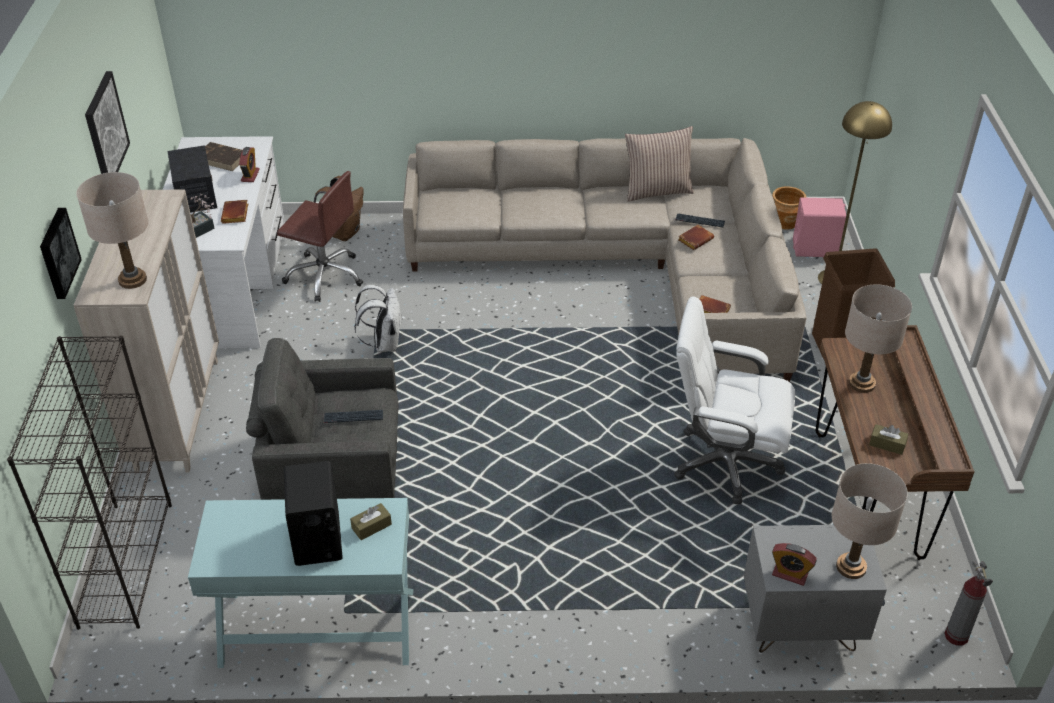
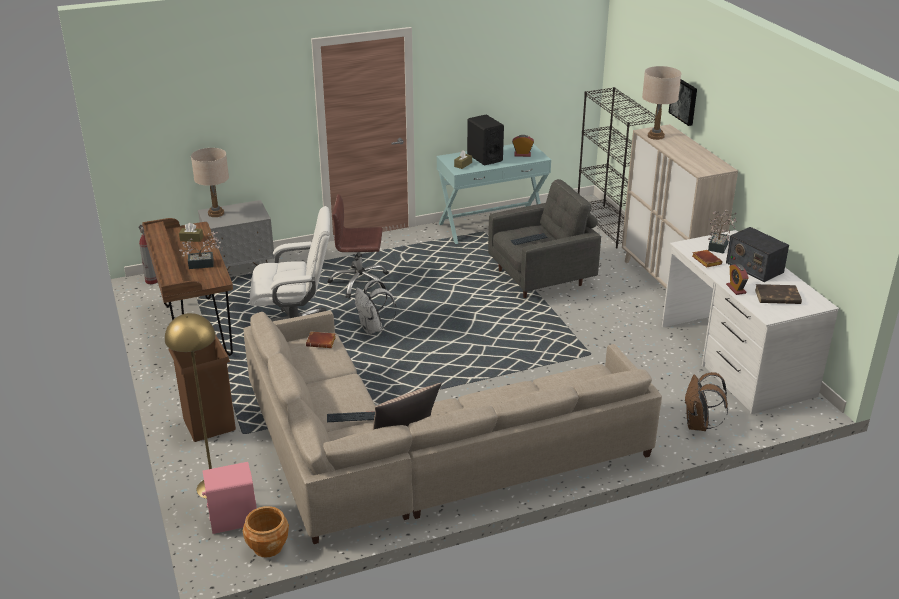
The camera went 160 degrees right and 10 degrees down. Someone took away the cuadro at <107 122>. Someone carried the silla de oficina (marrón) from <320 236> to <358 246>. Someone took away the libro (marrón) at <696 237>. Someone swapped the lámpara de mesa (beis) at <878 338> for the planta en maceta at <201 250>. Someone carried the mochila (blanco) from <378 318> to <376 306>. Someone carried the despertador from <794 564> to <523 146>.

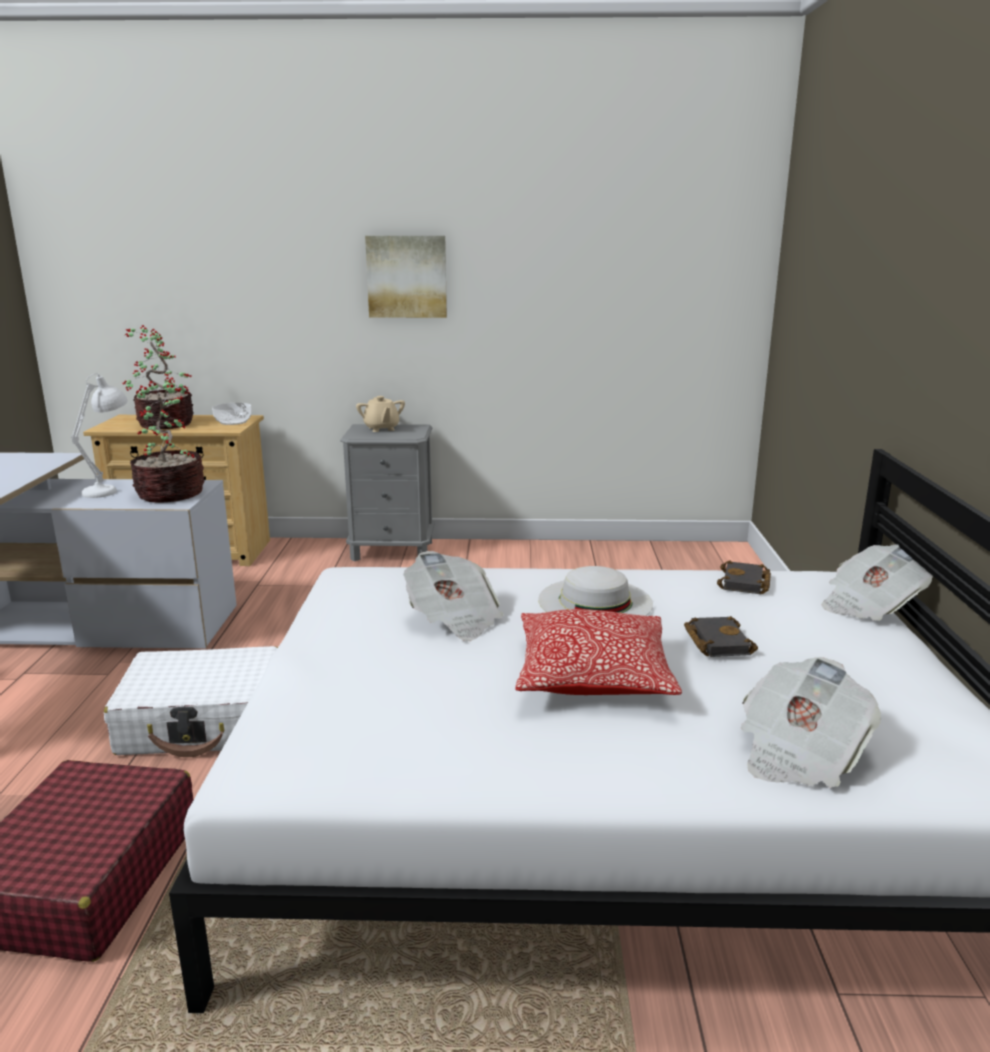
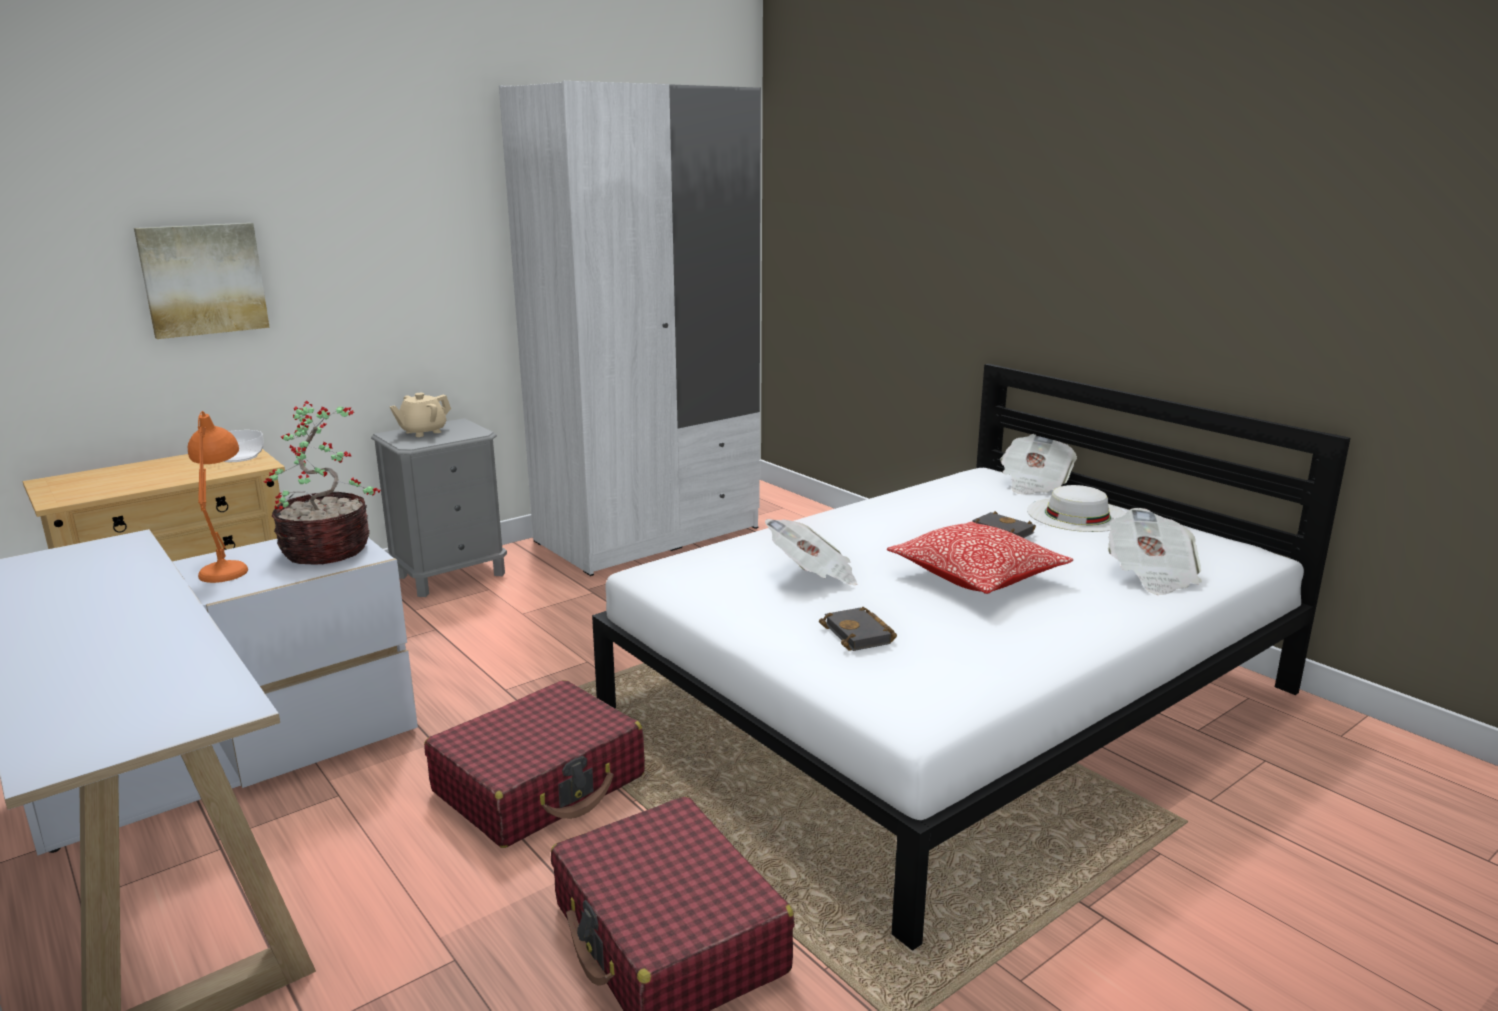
The camera went 40 degrees left and 0 degrees up. Someone carried the cuadro from <406 277> to <202 281>. Someone took away the planta en maceta at <158 377>. Someone repainted the lámpara de mesa (blanco) at <99 435>, which became the lámpara de mesa (naranja) at <218 497>. Someone rotated the tetera (beis) at <380 414> by 105 degrees clockwise. Someone carried the libro (negro) from <744 577> to <858 629>. Someone carried the sombrero (blanco) from <595 591> to <1076 508>. Someone repainted the maleta (blanco) at <191 701>, which became the maleta (rojo) at <534 764>. Someone put down the armario ropero (blanco) at <630 328>.

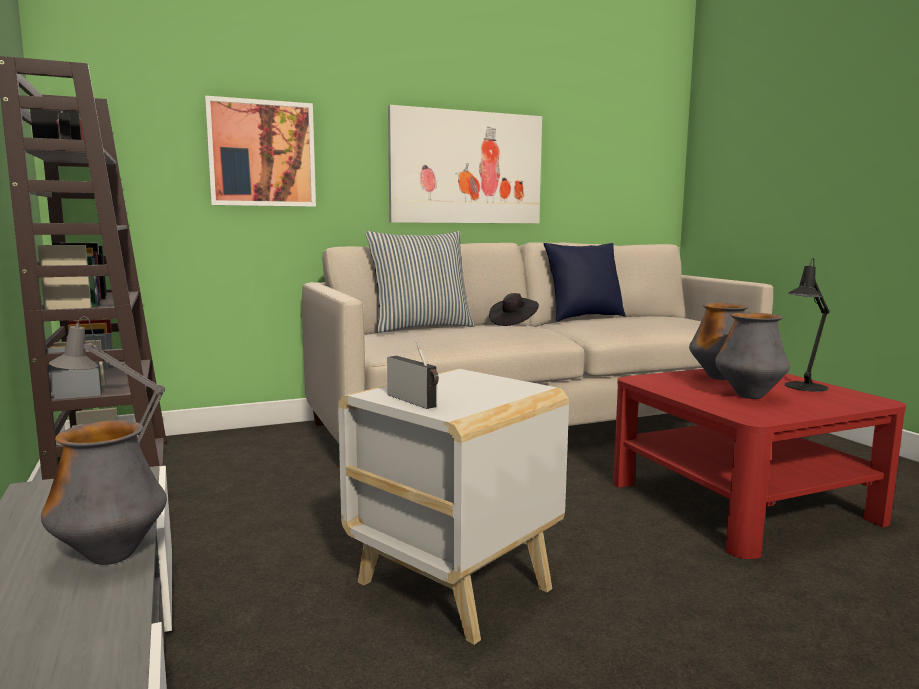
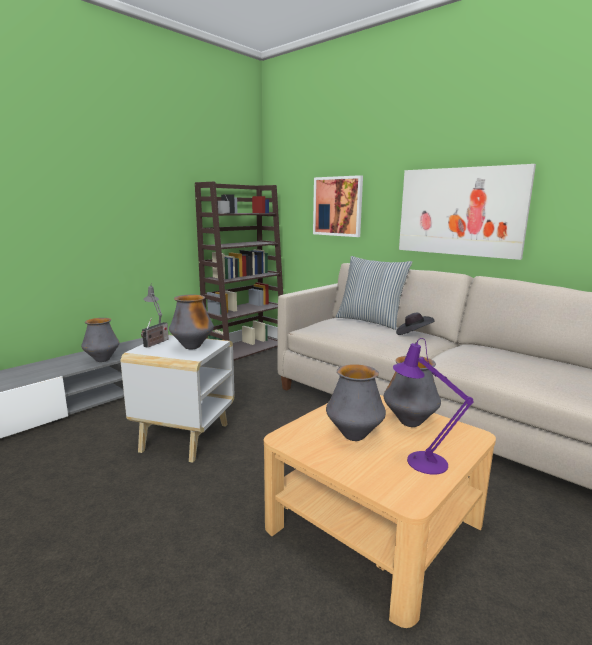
The camera went 65 degrees right and 5 degrees up. Someone took away the cojín (azul) at <584 282>. Someone repainted the lámpara de mesa (negro) at <807 325>, which became the lámpara de mesa (morado) at <433 406>. Someone repainted the mesa de centro (rojo) at <759 464>, which became the mesa de centro (beis) at <380 511>. Someone put down the florero at <191 321>.

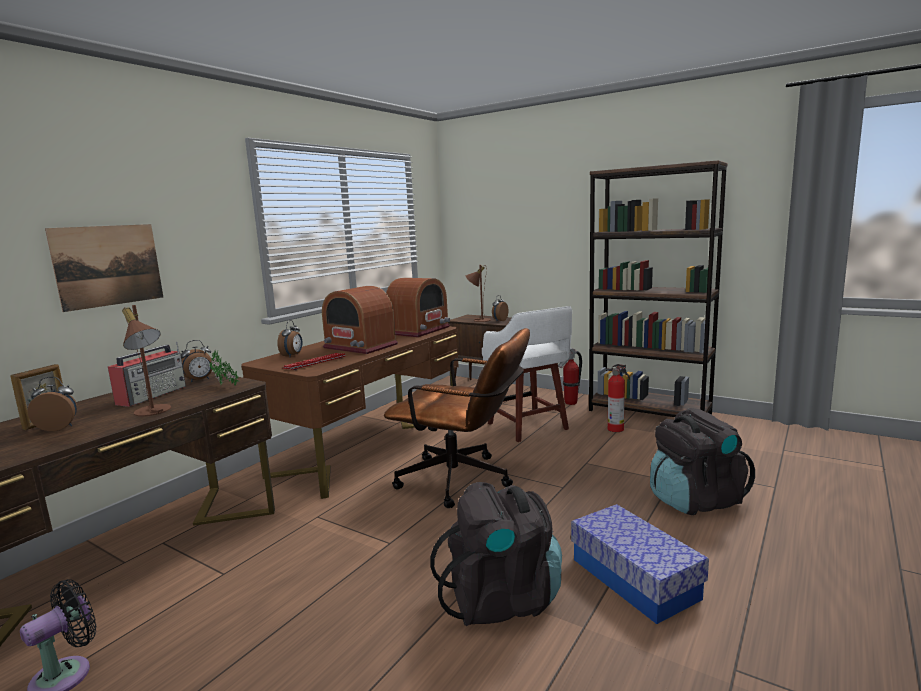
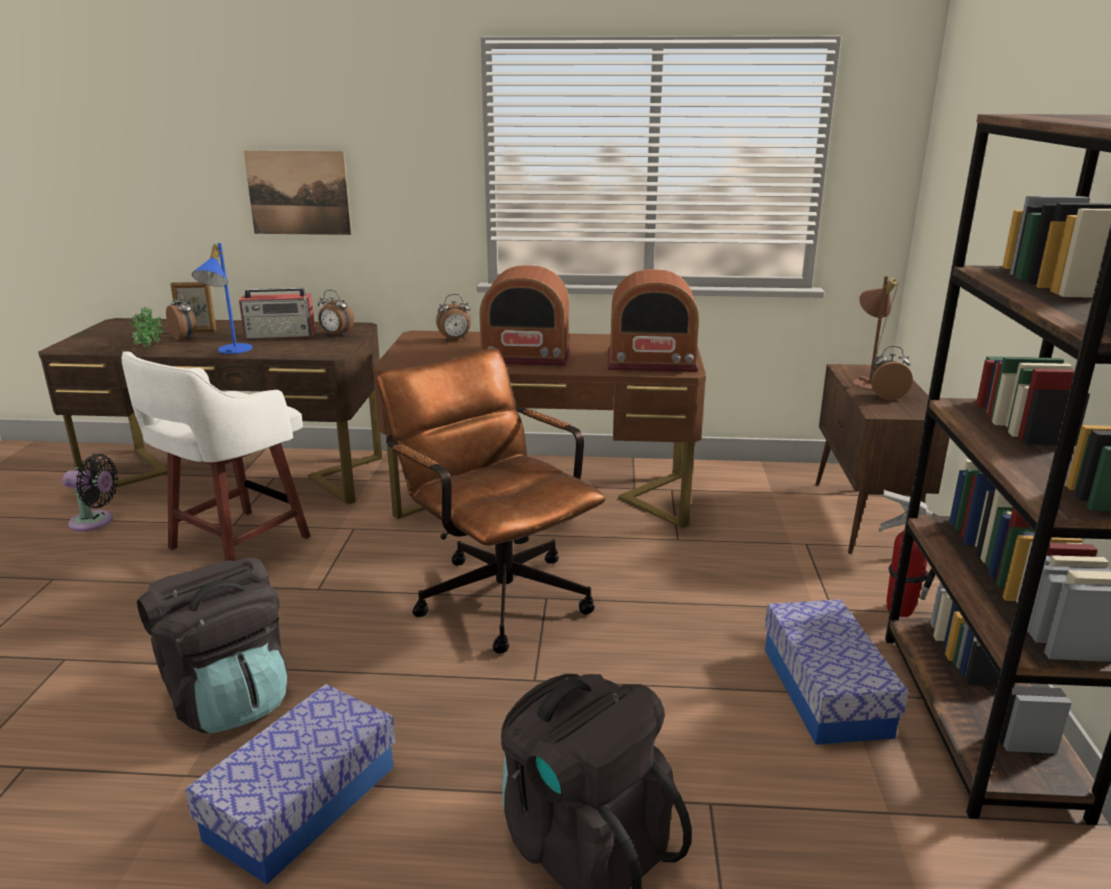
The camera went 60 degrees right and 10 degrees up. Someone rotated the radio at <360 320> by 90 degrees counterclockwise. Someone repainted the lámpara de mesa (marrón) at <146 360>, which became the lámpara de mesa (azul) at <222 298>. Someone carried the taburete (blanco) from <527 374> to <216 456>. Someone rotated the silla de oficina (marrón) at <457 418> by 150 degrees clockwise. Someone carried the planta en maceta from <224 368> to <147 328>. Someone took away the teclado at <314 362>. Someone swapped the extintor at <618 398> for the caja de almacenaje at <836 672>.

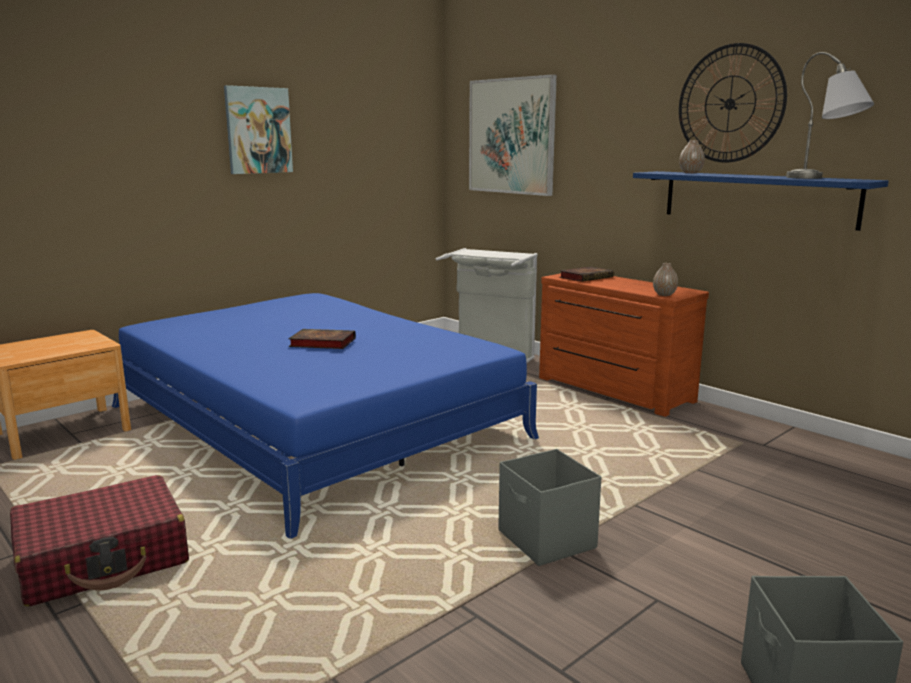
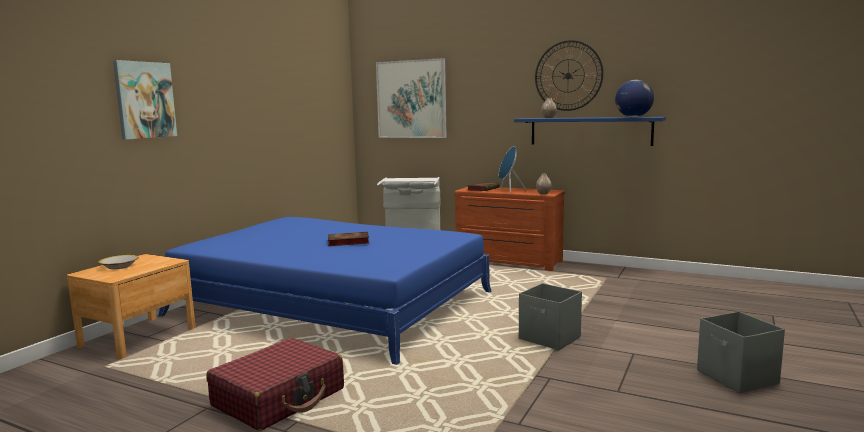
The camera went 20 degrees left and 5 degrees down. Someone swapped the lámpara de mesa (gris) at <830 115> for the globo terráqueo at <634 98>. Someone carried the cuadro from <258 129> to <145 100>. Someone put down the altavoz (azul) at <512 169>. Someone put down the cuenco at <118 262>.

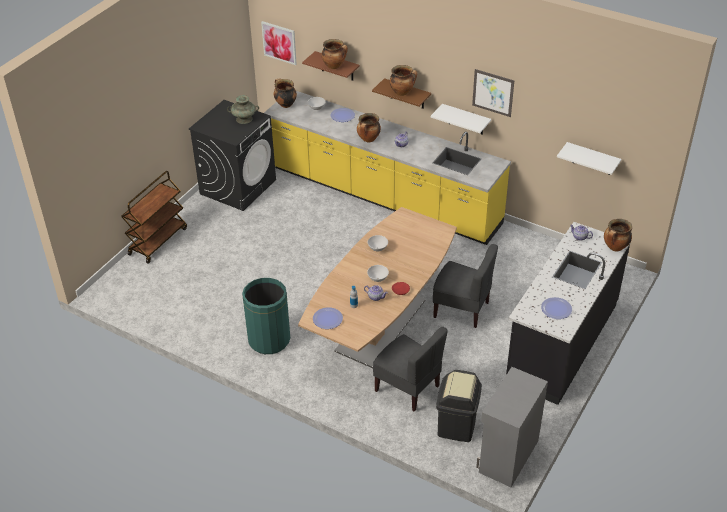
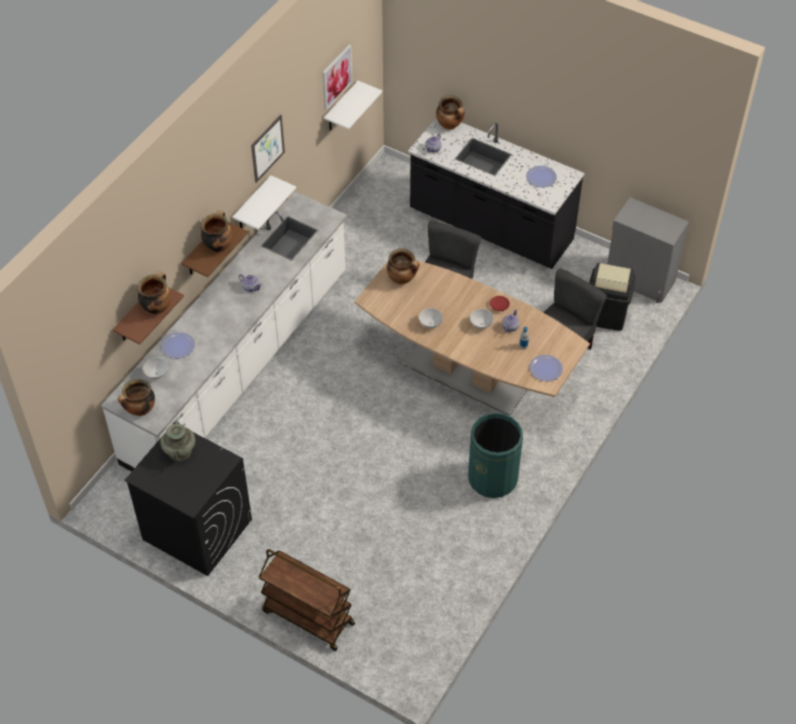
The camera went 90 degrees left and 10 degrees up. Someone carried the cuadro from <279 43> to <338 77>. Someone repainted the mueble bajo de cocina (amarillo) at <387 168>, which became the mueble bajo de cocina (blanco) at <224 332>. Someone carried the olla from <369 128> to <403 266>.

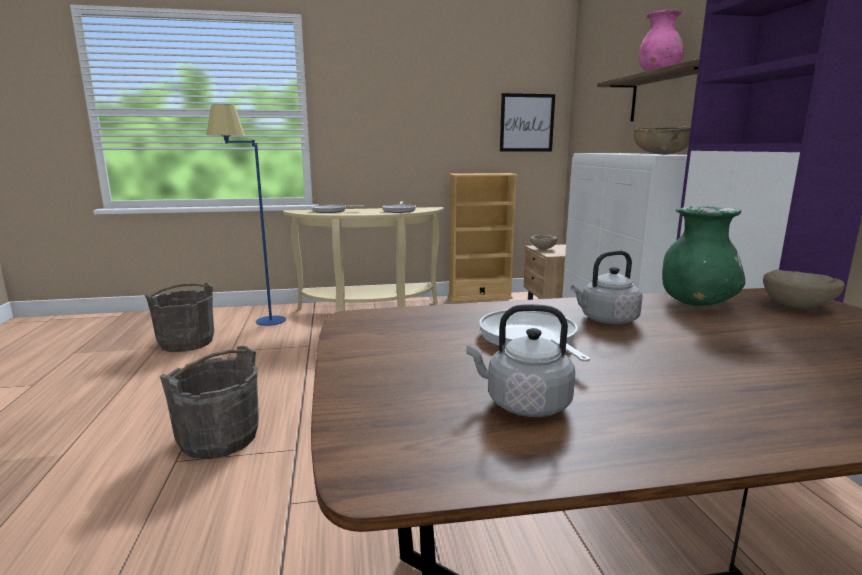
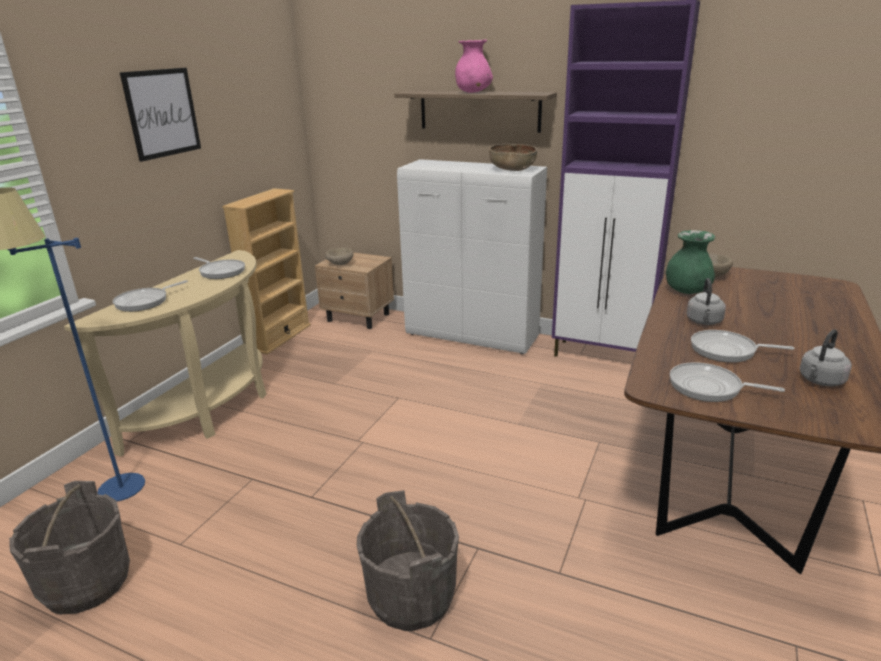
The camera went 55 degrees left and 10 degrees up. Someone carried the cuadro from <527 122> to <160 115>. Someone put down the sartén at <727 382>.

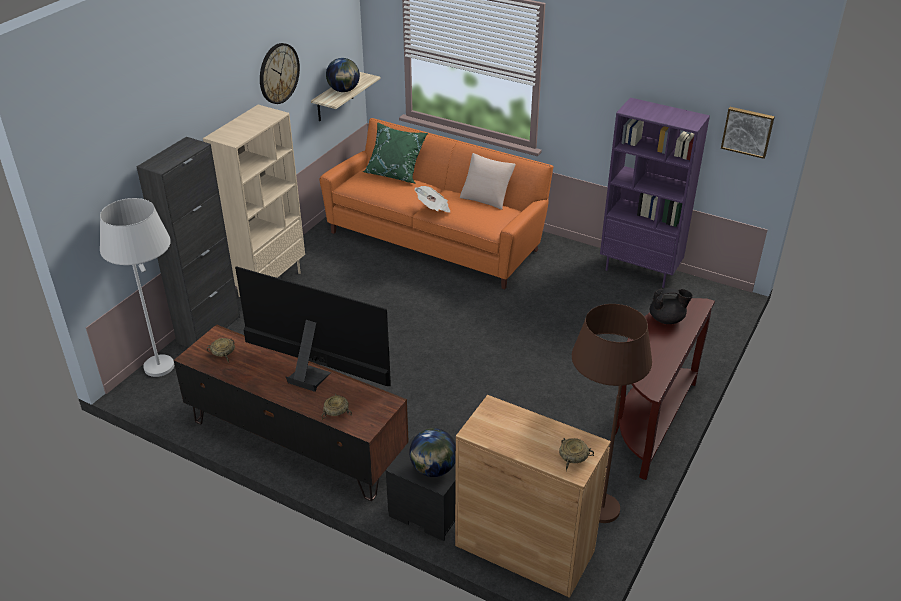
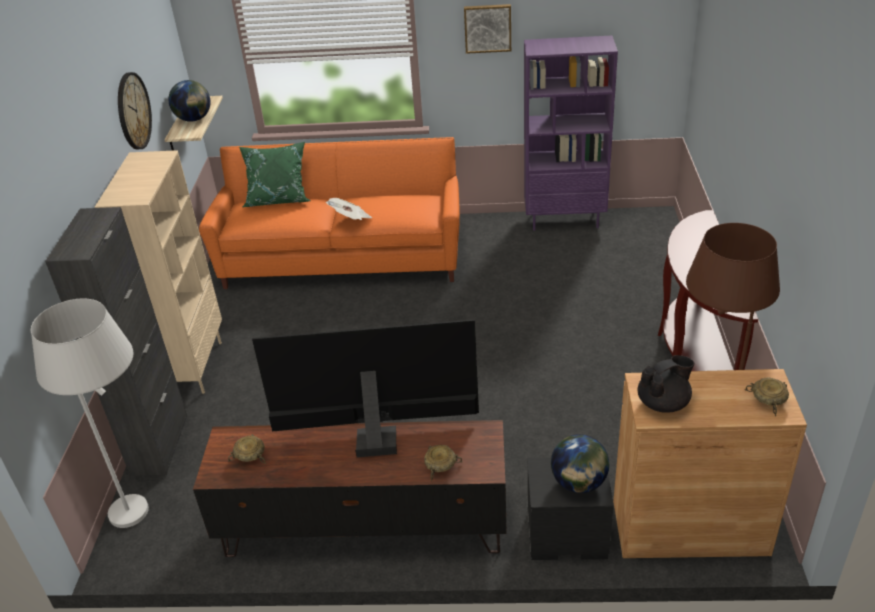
The camera went 25 degrees left and 0 degrees up. Someone carried the cuadro from <748 133> to <487 29>. Someone took away the cojín (beis) at <488 181>. Someone carried the tetera (negro) from <671 306> to <666 384>.

